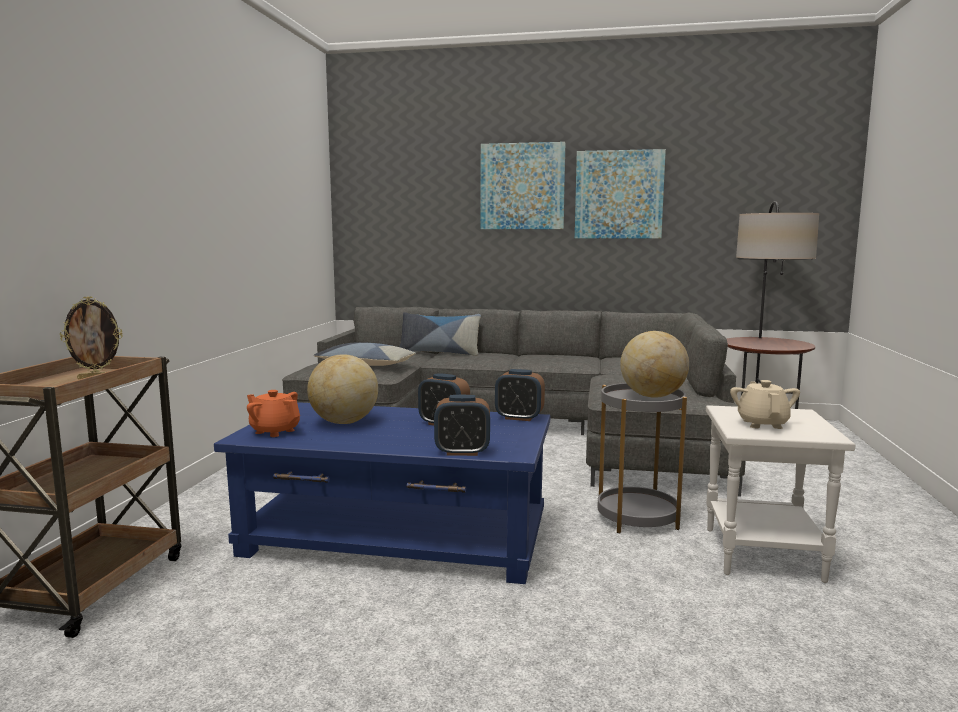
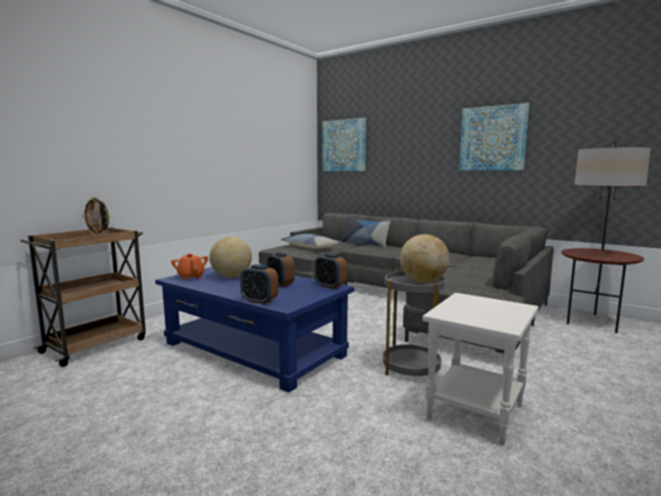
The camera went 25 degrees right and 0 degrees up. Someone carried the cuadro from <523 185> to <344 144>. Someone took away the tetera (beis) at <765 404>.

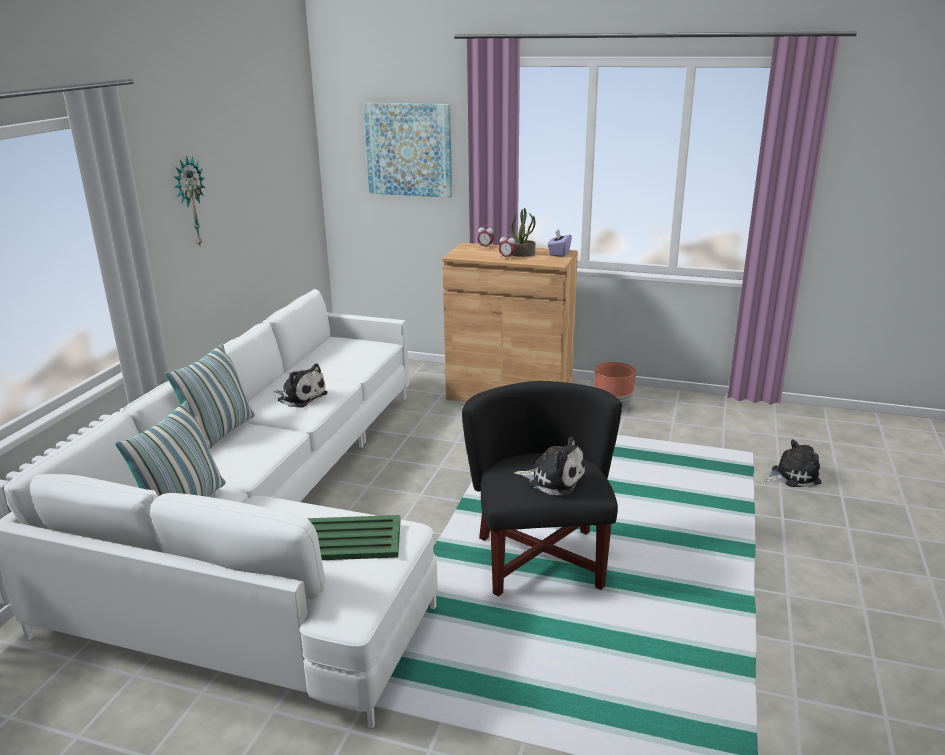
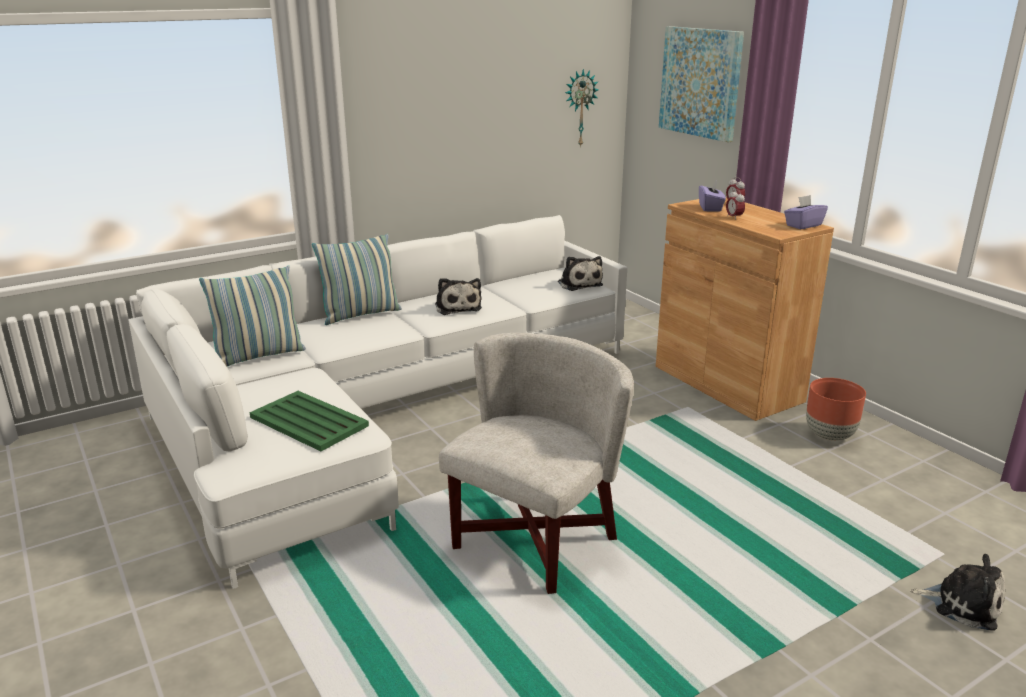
The camera went 40 degrees right and 0 degrees up. Someone carried the reloj de pared from <190 202> to <582 108>. Someone took away the planta en maceta at <523 232>. Someone repainted the sillón (negro) at <542 488>, which became the sillón (blanco) at <536 463>. Someone carried the peluche from <550 466> to <580 273>. Someone put down the caja de pañuelos (morado) at <712 196>.

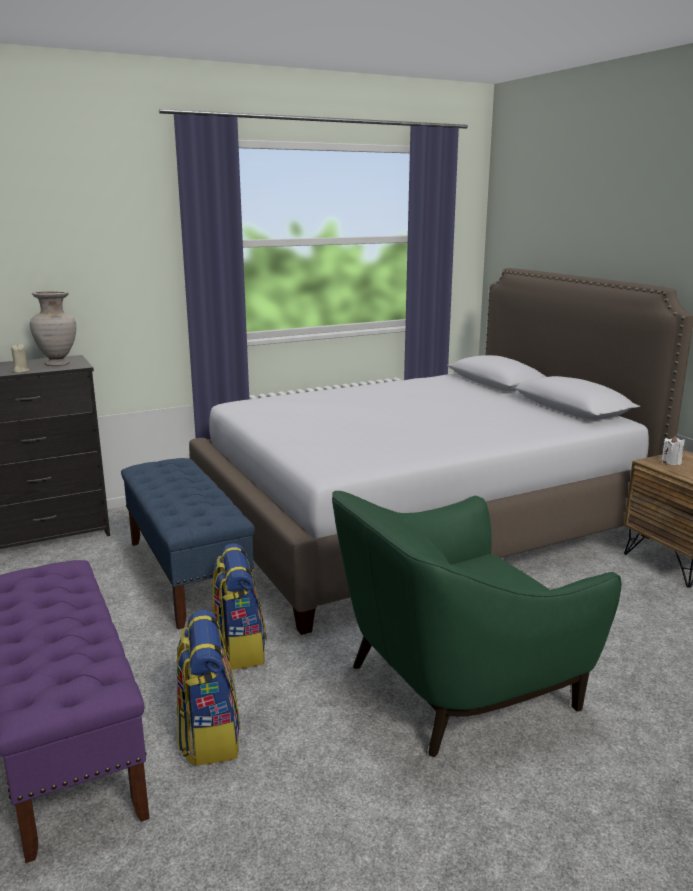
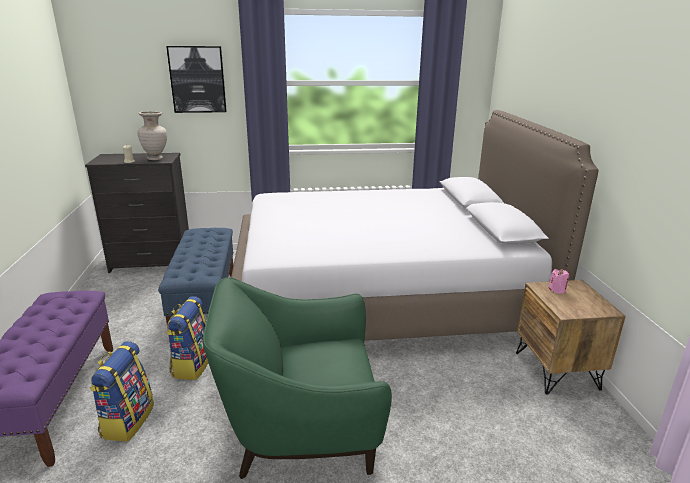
The camera went 20 degrees right and 5 degrees up. Someone repainted the vela (blanco) at <673 450>, which became the vela (rosa) at <559 281>. Someone put up the cuadro at <196 79>.

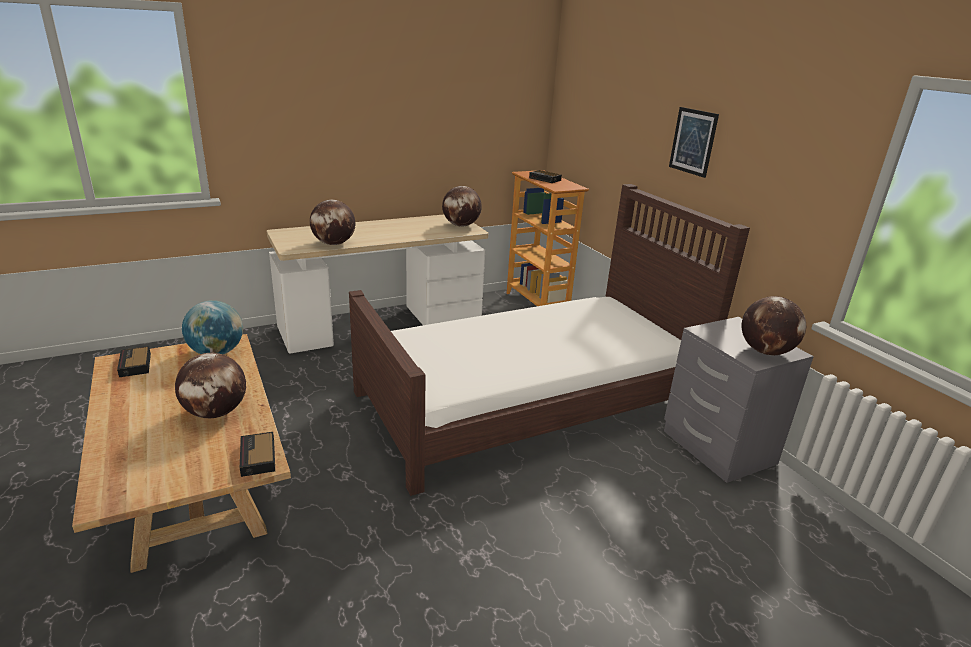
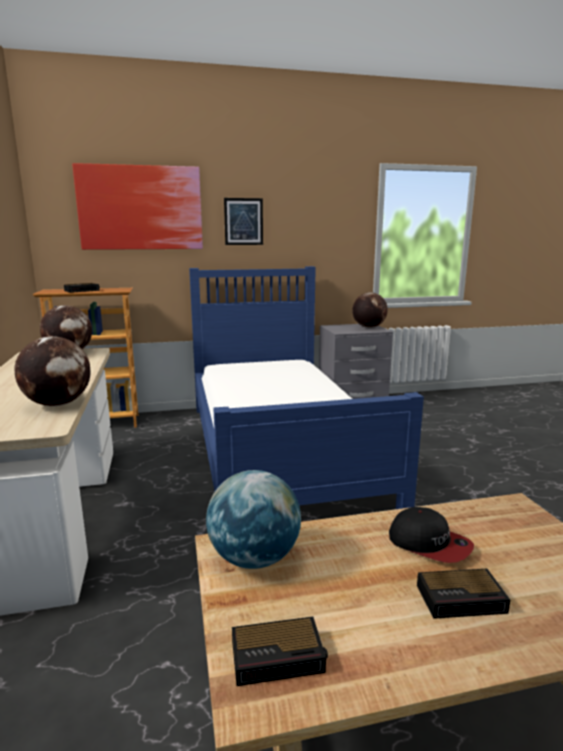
The camera went 75 degrees left and 10 degrees down. Someone repainted the cama (marrón) at <549 340>, which became the cama (azul) at <306 387>. Someone swapped the globo terráqueo at <210 385> for the gorra at <431 535>. Someone carried the despertador from <257 454> to <463 594>. Someone put up the cuadro at <137 206>.

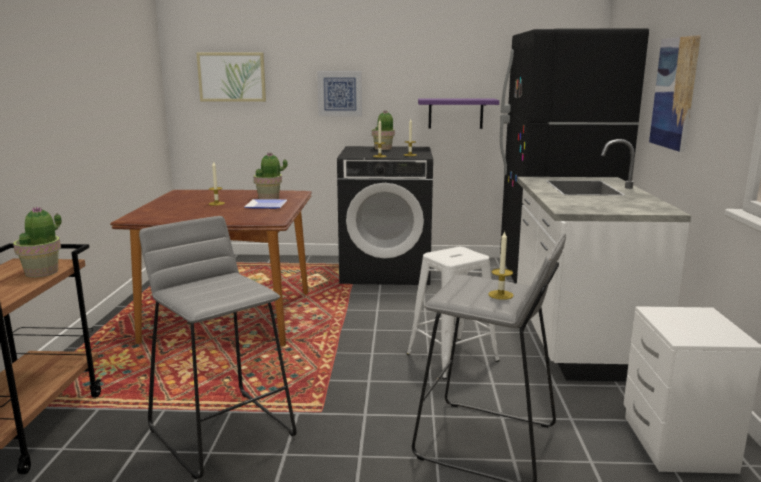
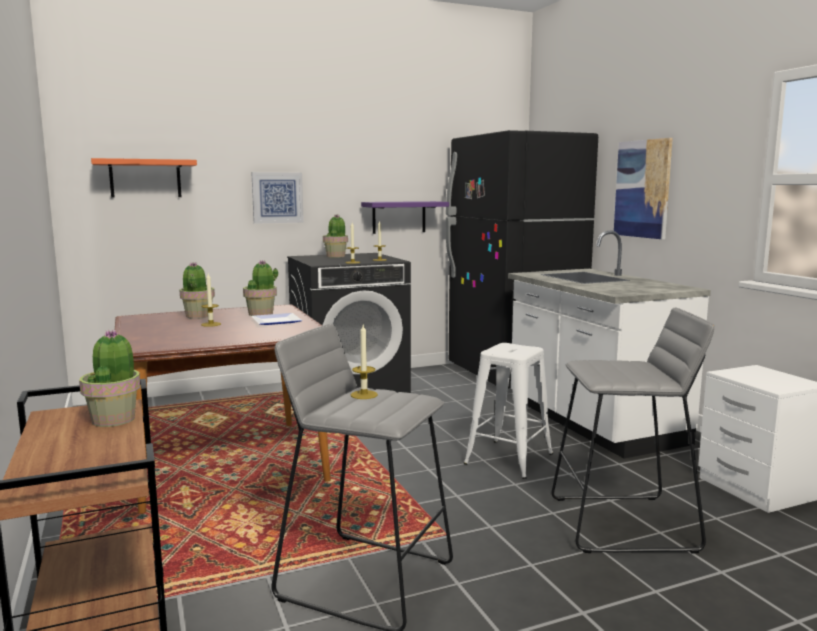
The camera went 25 degrees left and 5 degrees down. Someone swapped the cuadro at <231 77> for the estante (naranja) at <144 178>. Someone carried the vela from <500 265> to <364 362>. Someone put down the planta en maceta at <197 290>.

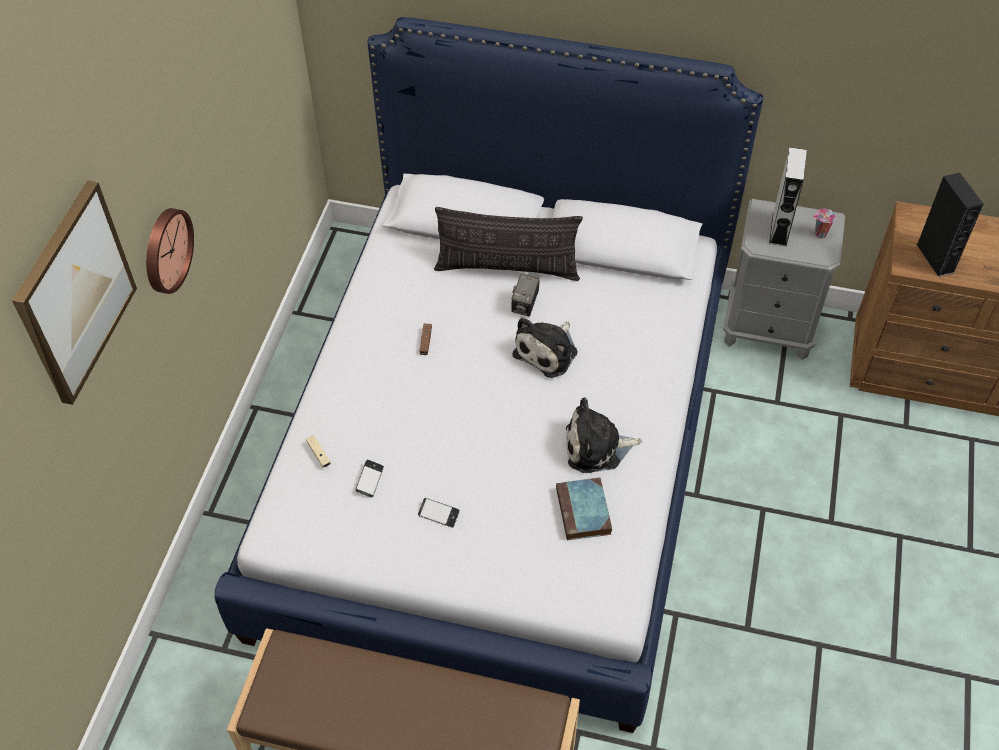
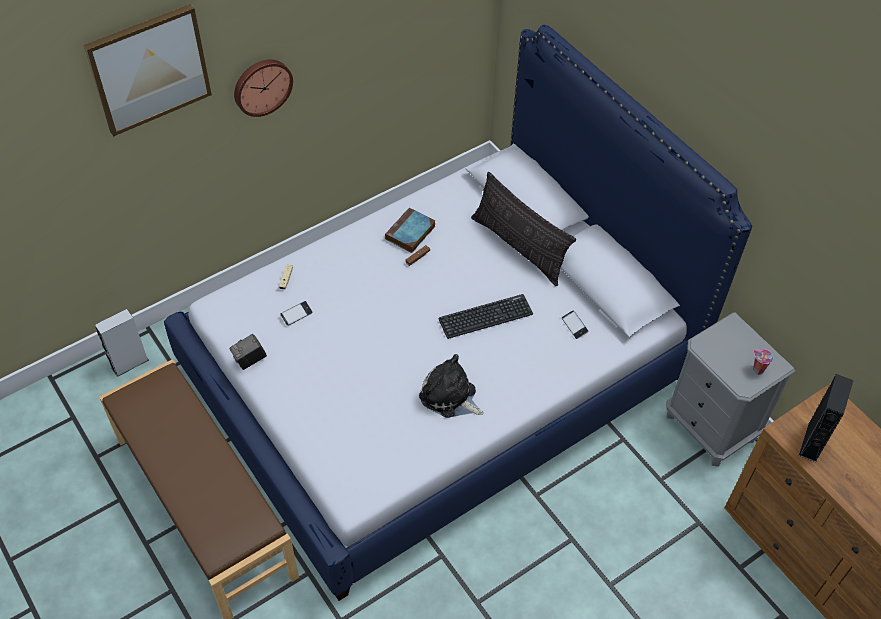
The camera went 40 degrees right and 0 degrees up. Someone carried the altavoz (gris) from <788 196> to <122 343>. Someone carried the cámara from <525 295> to <248 352>. Someone swapped the peluche at <545 347> for the teclado at <485 316>. Someone carried the libro from <584 508> to <410 230>. Someone carried the móvil from <439 512> to <575 324>.

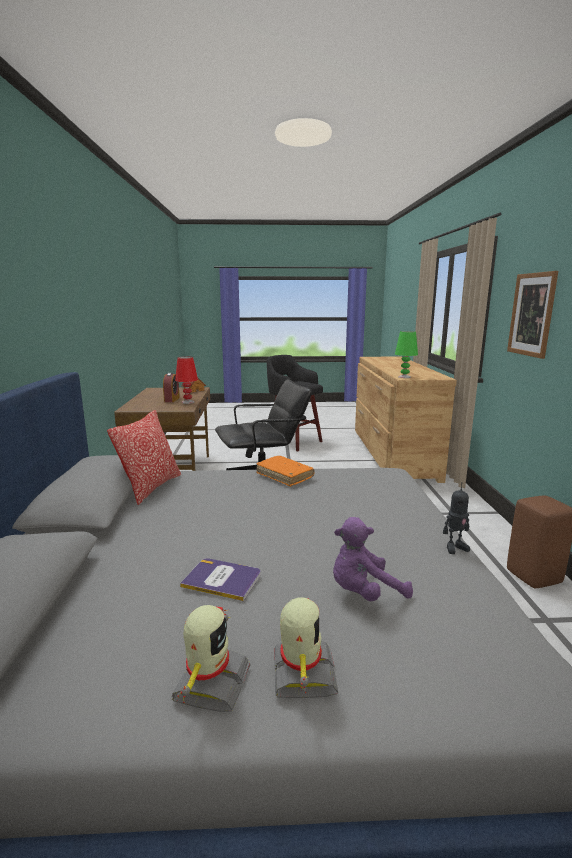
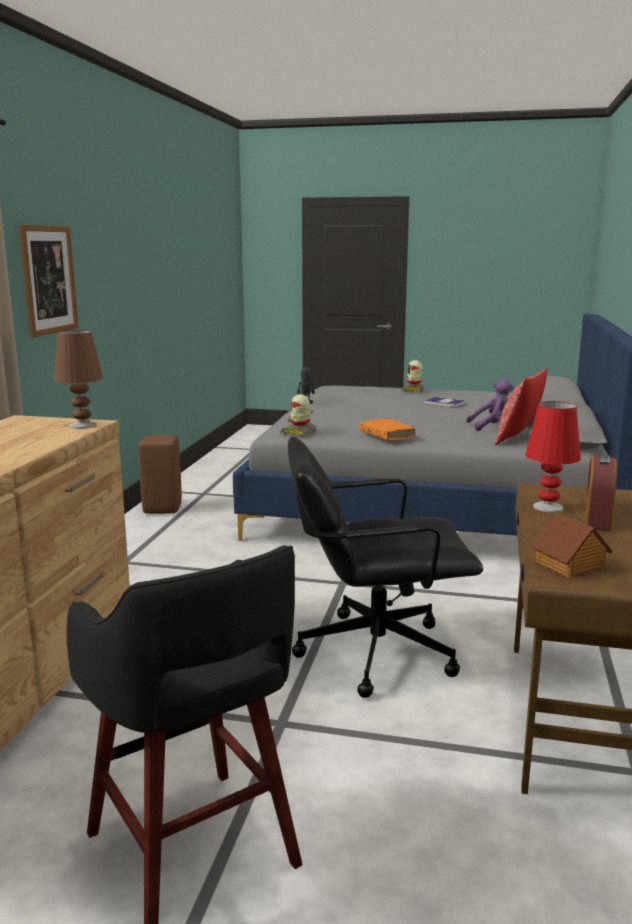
The camera went 165 degrees left and 0 degrees up. Someone repainted the lámpara de mesa (verde) at <406 354>, which became the lámpara de mesa (marrón) at <78 379>. Someone carried the peluche (morado) from <373 559> to <490 405>. Someone carried the robot de juguete from <211 658> to <298 415>.

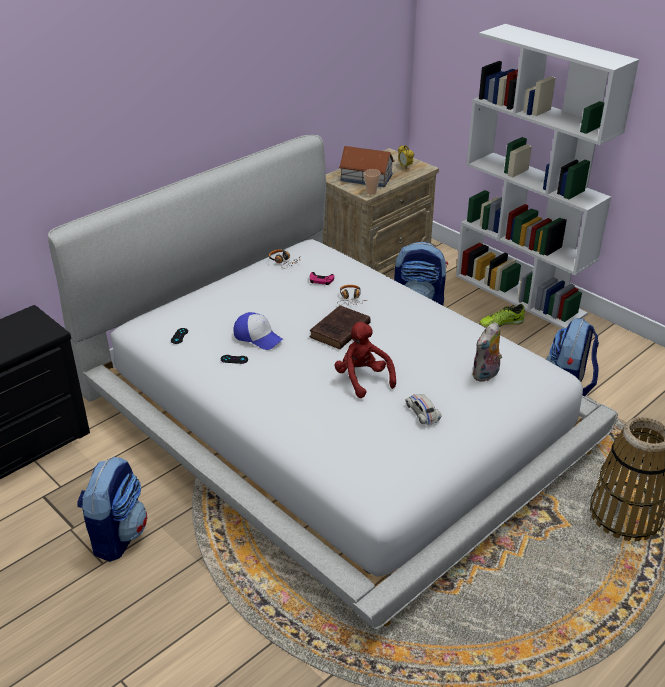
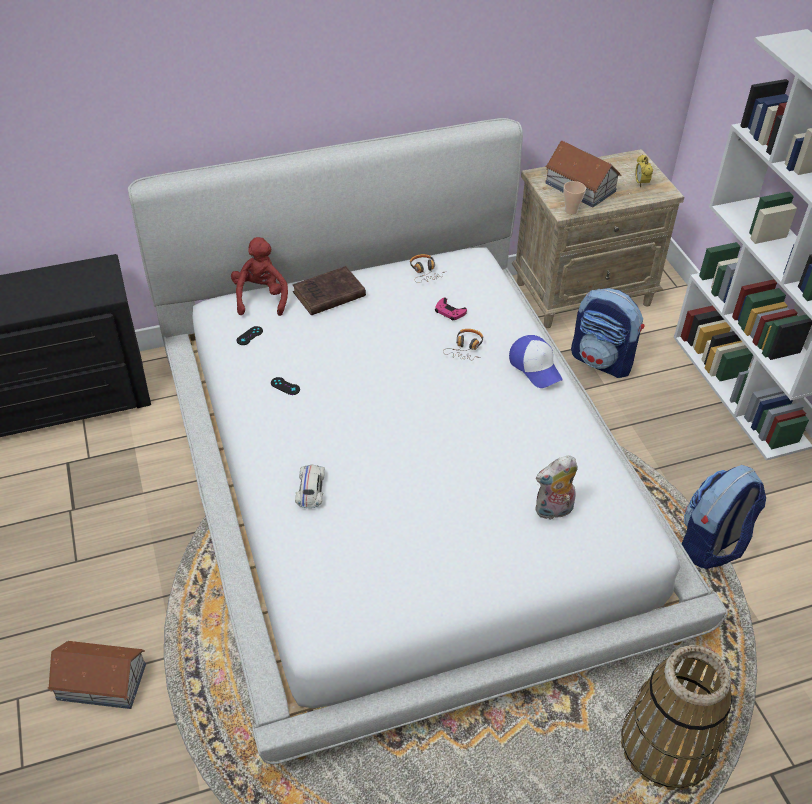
The camera went 25 degrees right and 10 degrees up. Someone took away the zapato at <502 316>. Someone carried the libro (marrón) from <340 327> to <329 290>. Someone carried the gorra from <258 331> to <536 361>. Someone carried the peluche (rojo) from <365 360> to <259 276>. Someone carried the coche de juguete (blanco) from <423 409> to <310 486>. Someone took away the mochila at <112 509>. Someone put down the casita at <96 675>.

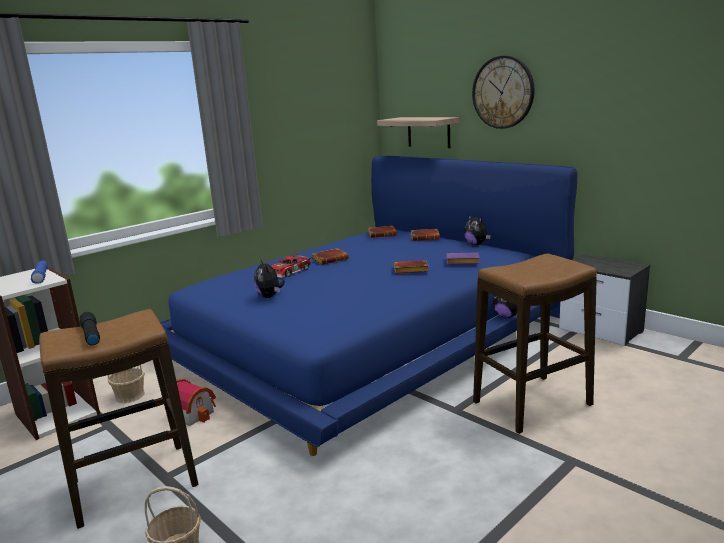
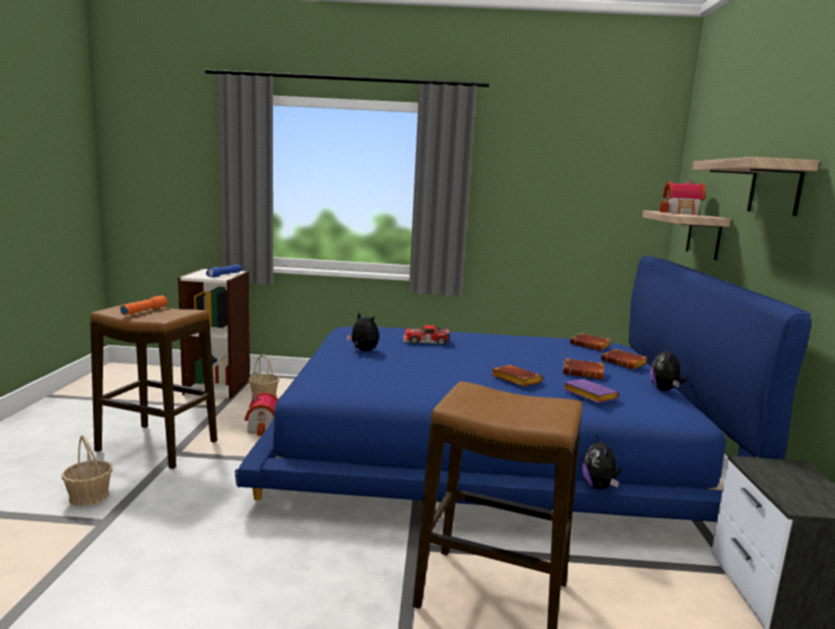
The camera went 45 degrees right and 5 degrees down. Someone swapped the reloj de pared at <503 92> for the estante at <755 186>. Someone carried the libro (marrón) from <330 256> to <583 368>. Someone rotated the peluche at <269 279> by 105 degrees clockwise. Someone repainted the linterna (negro) at <90 328>, which became the linterna (naranja) at <144 305>. Someone put down the casita at <683 197>.

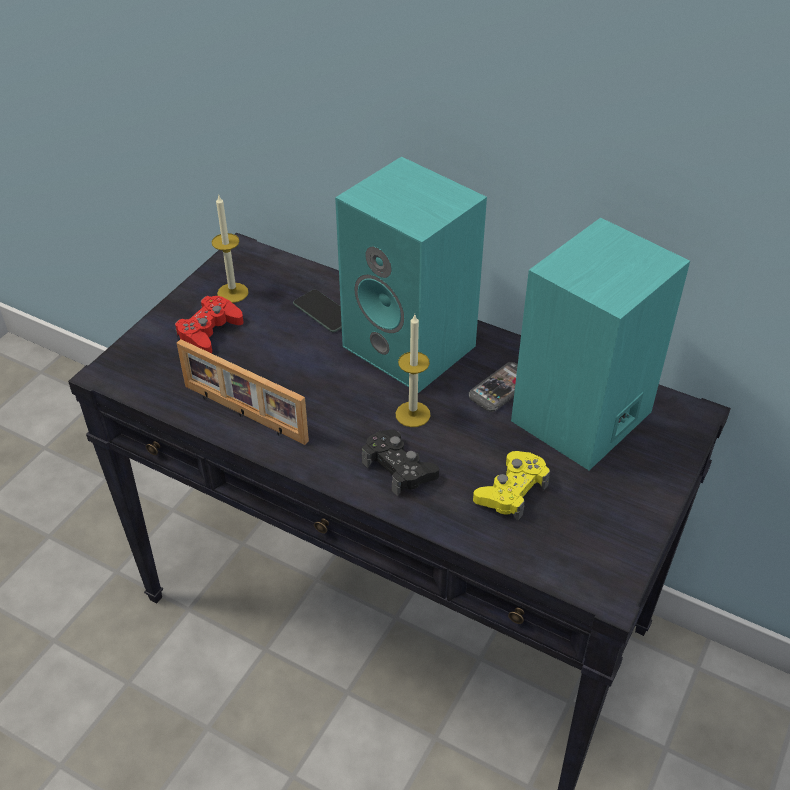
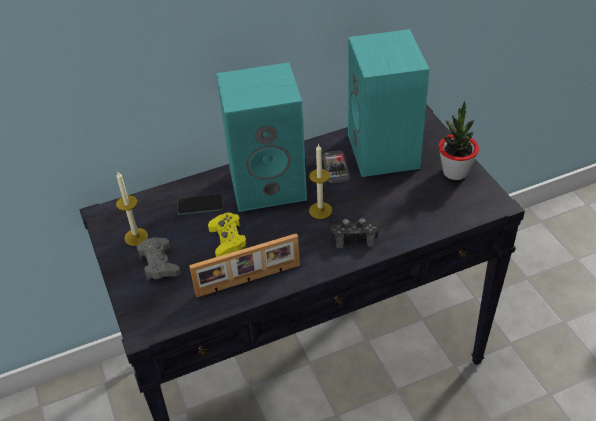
The camera went 50 degrees left and 0 degrees up. Someone repainted the mando de consola (rojo) at <209 324>, which became the mando de consola (gris) at <158 259>. Someone carried the mando de consola (amarillo) from <511 486> to <228 235>. Someone put down the planta en maceta at <459 140>.

